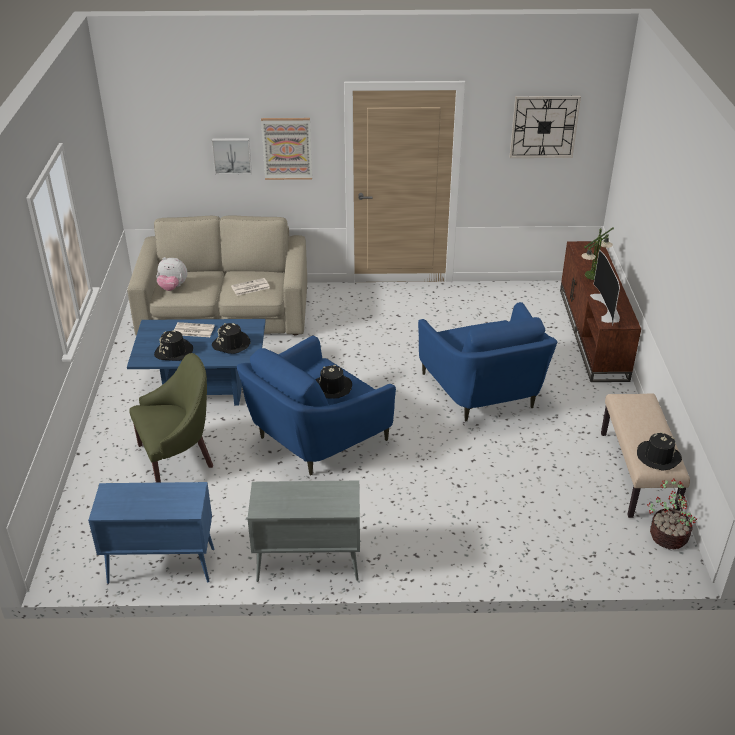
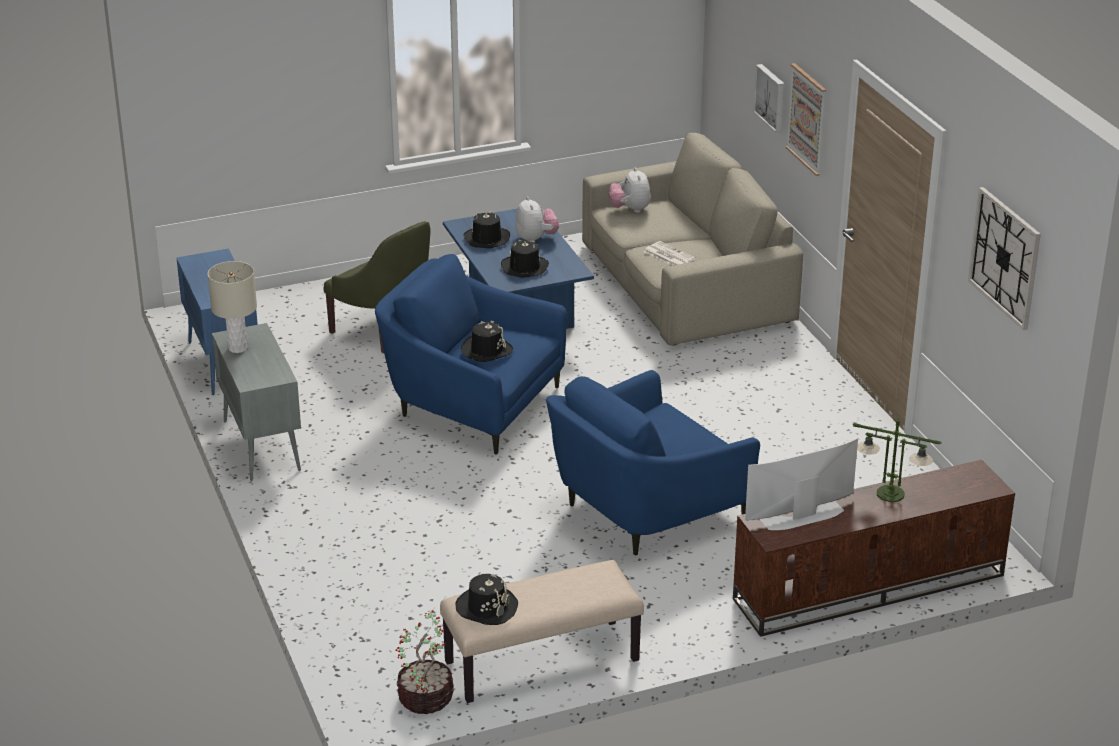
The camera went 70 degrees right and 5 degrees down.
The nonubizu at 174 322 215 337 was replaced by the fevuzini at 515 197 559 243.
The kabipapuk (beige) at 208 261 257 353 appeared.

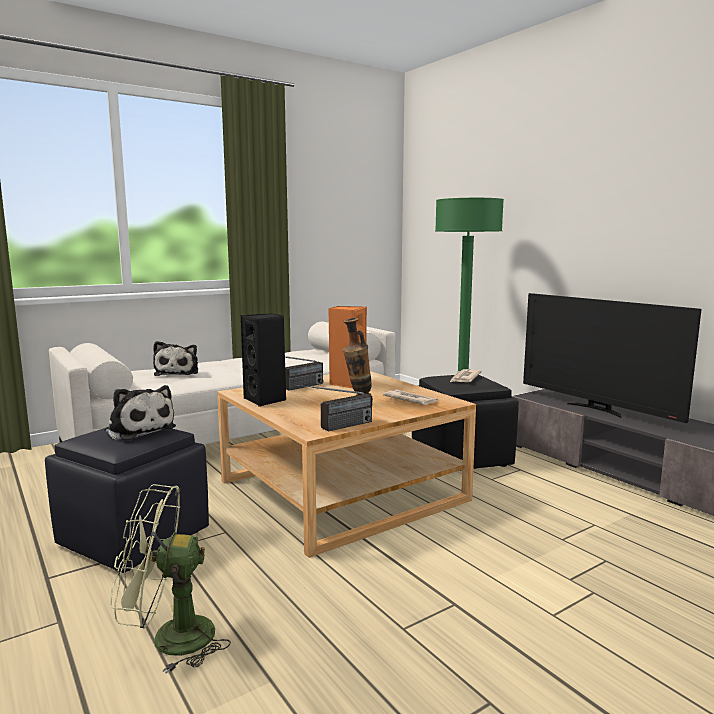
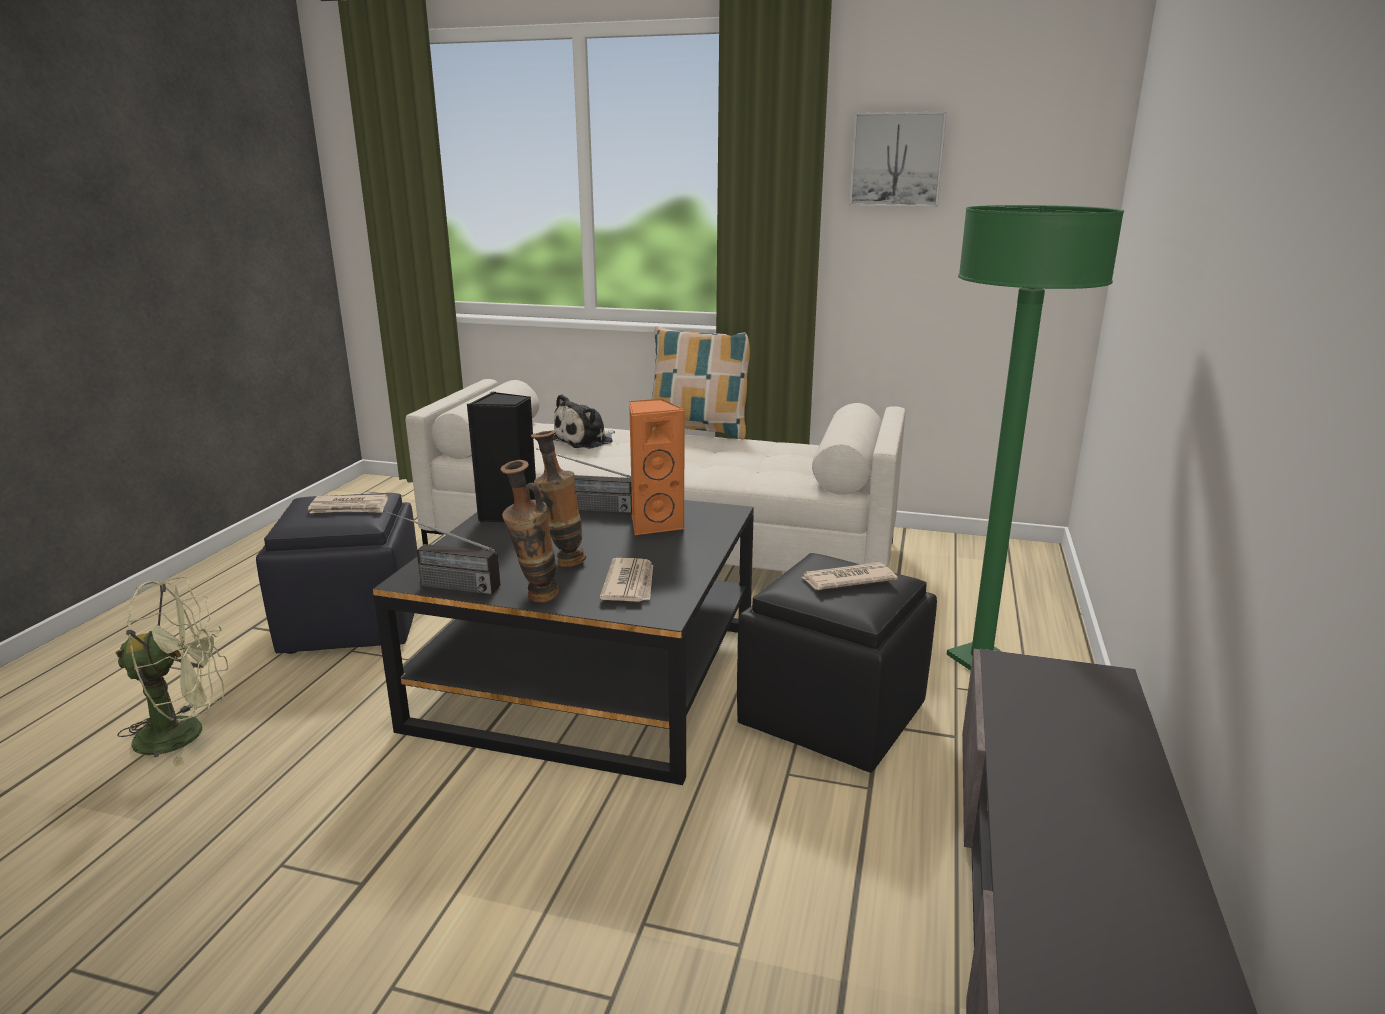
The camera went 50 degrees right and 10 degrees up.
The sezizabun at 523 293 702 423 disappeared.
The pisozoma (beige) at 217 371 476 558 became the pisozoma (black) at 373 500 754 785.
The fevuzini at 105 385 176 441 was replaced by the nonubizu at 308 494 388 513.
The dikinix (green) at 111 484 231 674 turned 120 degrees clockwise.
The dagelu at 850 112 947 207 appeared.
The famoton at 652 326 750 439 appeared.
The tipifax at 500 460 559 603 appeared.

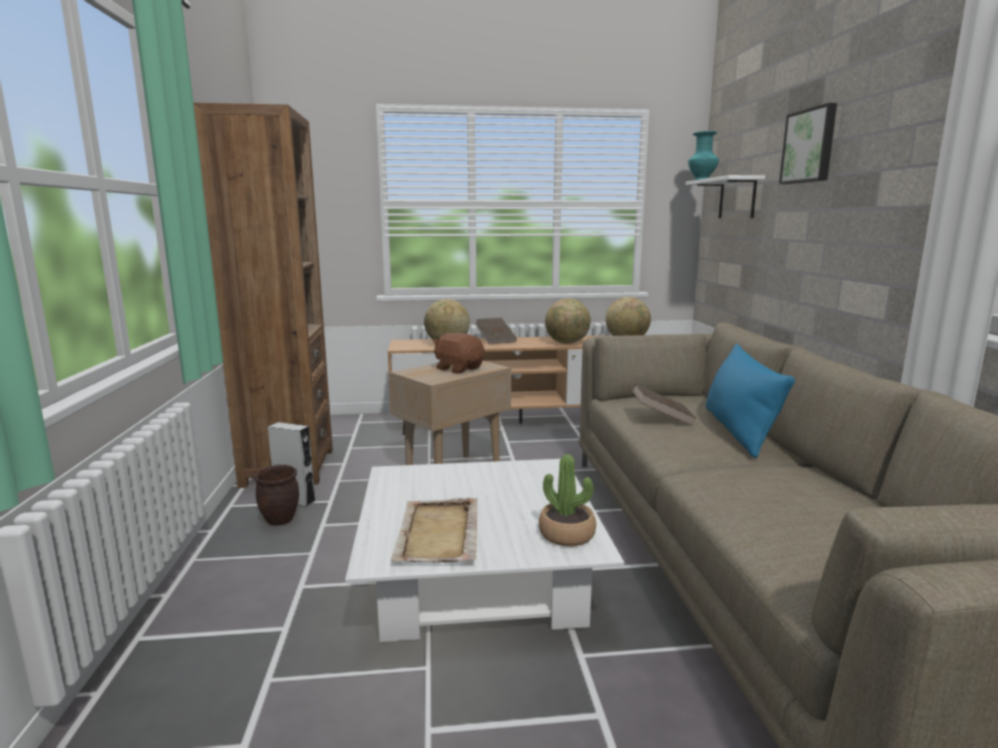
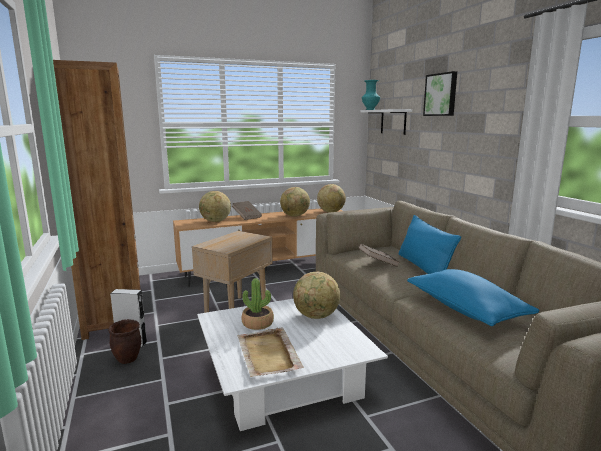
The camera went 15 degrees left and 0 degrees up.
The fevuzini (brown) at 433 333 484 374 disappeared.
The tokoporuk moved from 539 454 596 546 to 241 278 274 330.
The famoton (blue) at 407 269 540 326 appeared.
The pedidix at 293 272 340 319 appeared.

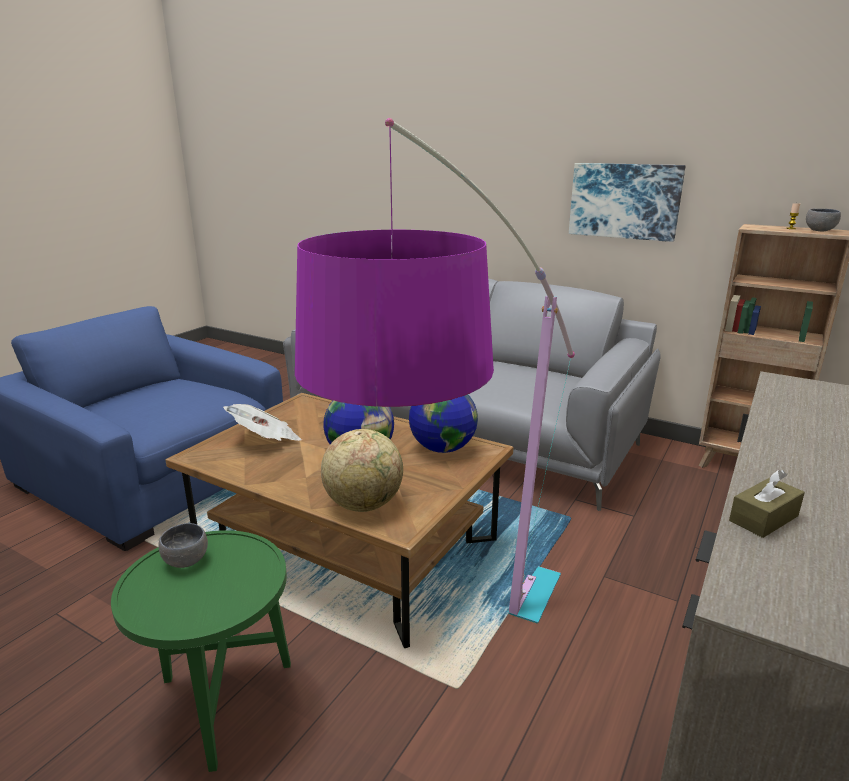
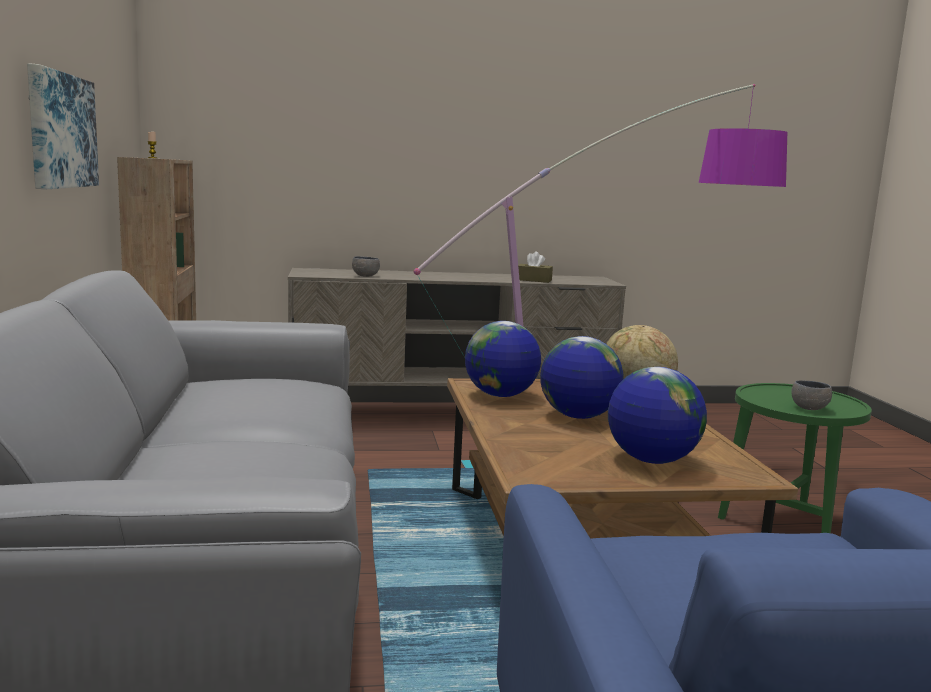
The camera went 130 degrees left and 10 degrees down.
The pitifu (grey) moved from 806 209 841 231 to 352 256 380 277.
The nonubizu at 223 404 302 441 was replaced by the pedidix at 608 367 707 464.

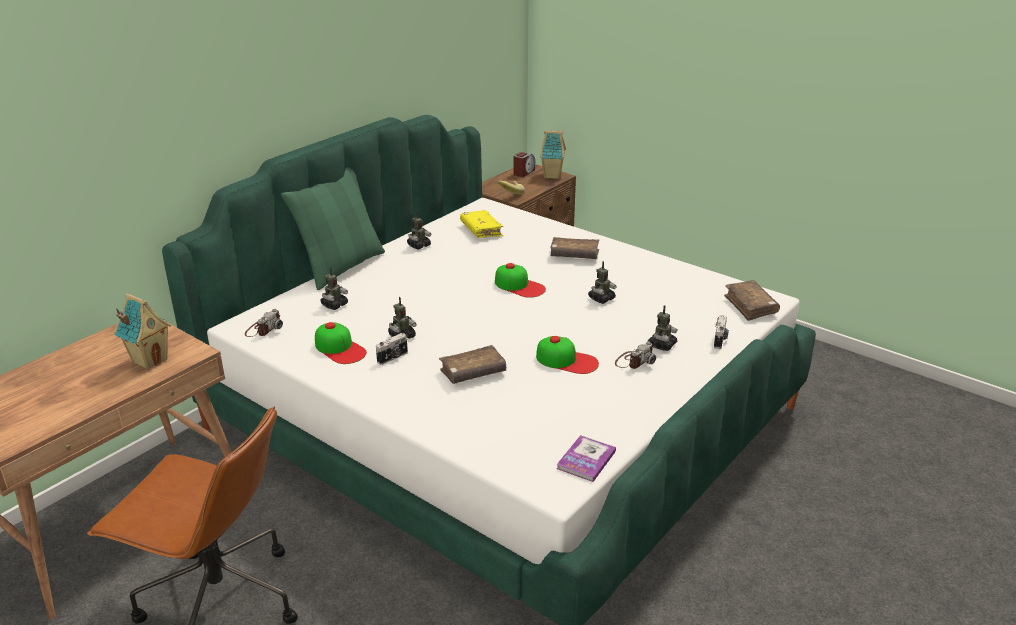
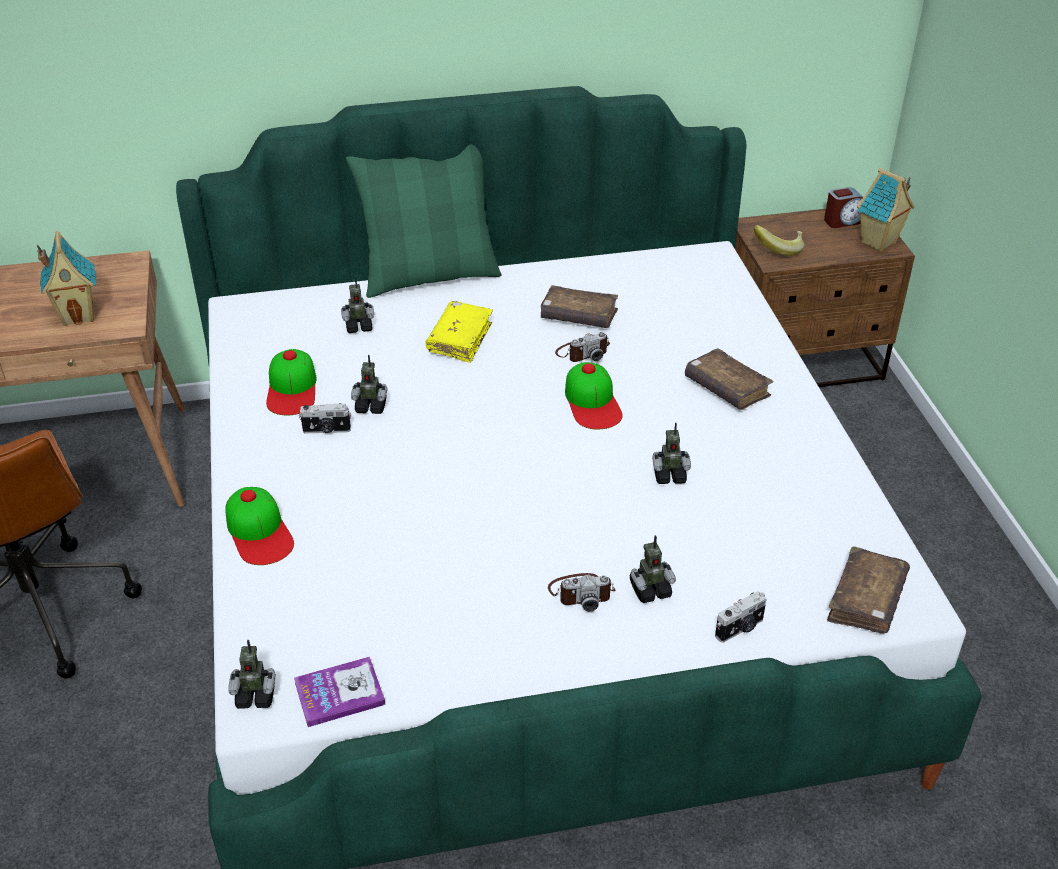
The camera went 40 degrees right and 10 degrees up.
The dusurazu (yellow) moved from 460 210 504 238 to 426 301 493 363.
The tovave moved from 407 211 431 250 to 228 640 276 709.
The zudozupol moved from 245 309 283 337 to 555 332 610 362.
The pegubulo moved from 536 336 599 374 to 225 487 294 565.
The dusurazu (brown) moved from 439 345 506 384 to 541 285 618 328.

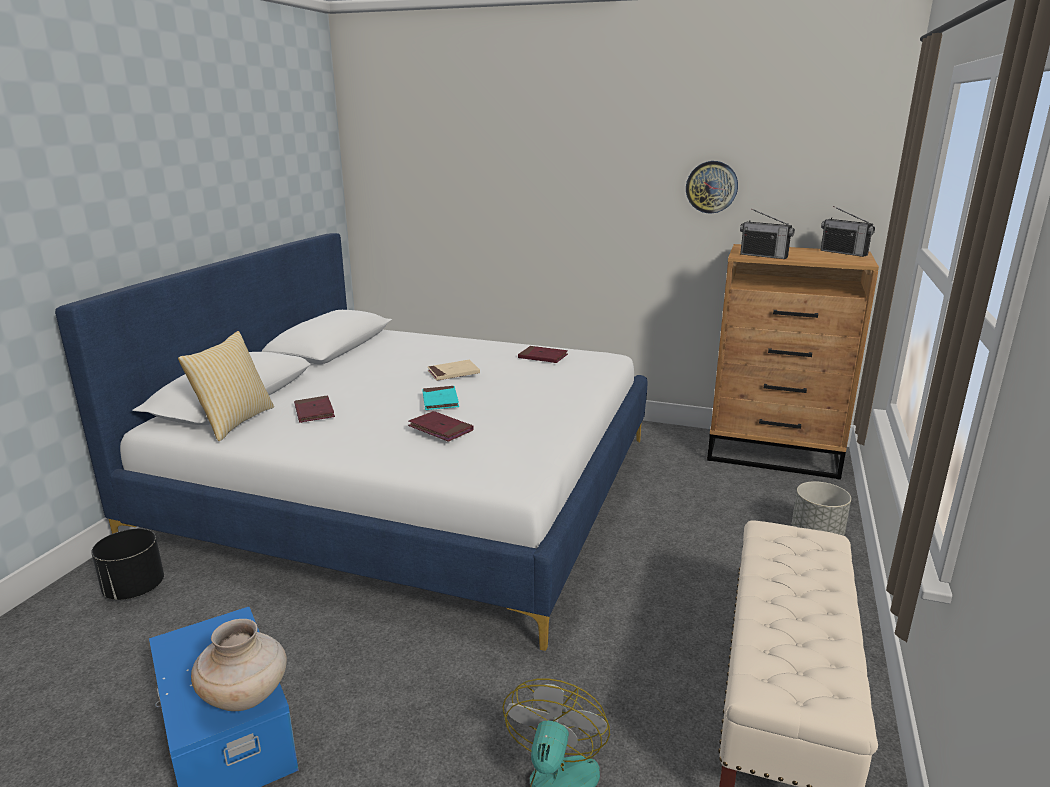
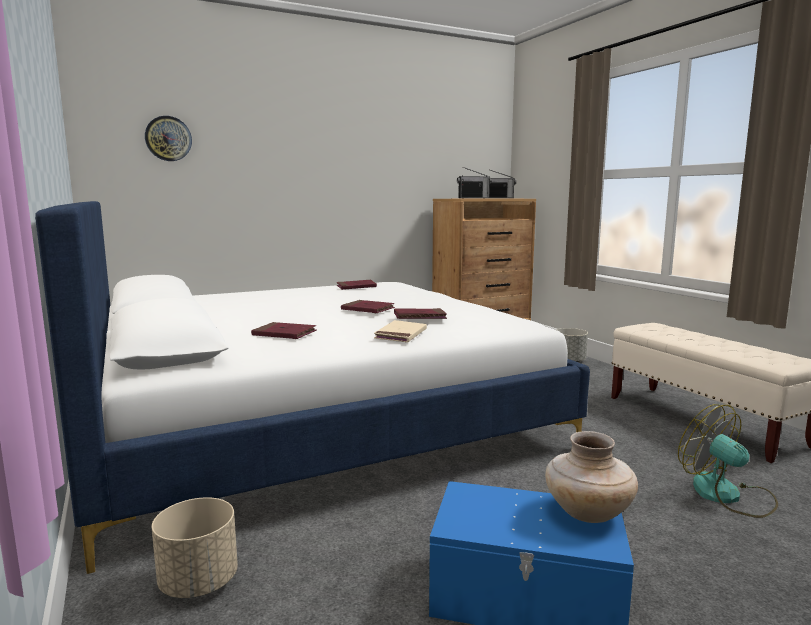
The camera went 45 degrees left and 10 degrees down.
The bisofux moved from 686 161 738 214 to 145 116 192 161.
The famoton at 178 331 274 441 disappeared.
The dusurazu (beige) moved from 428 360 480 381 to 374 320 427 343.
The dusurazu (turquoise) at 422 386 459 410 became the dusurazu (red) at 341 300 395 313.
The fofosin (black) at 91 529 164 600 became the fofosin (beige) at 152 497 238 598.

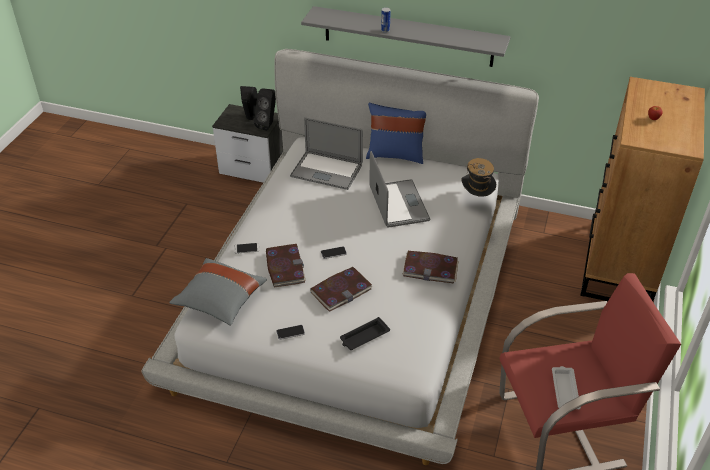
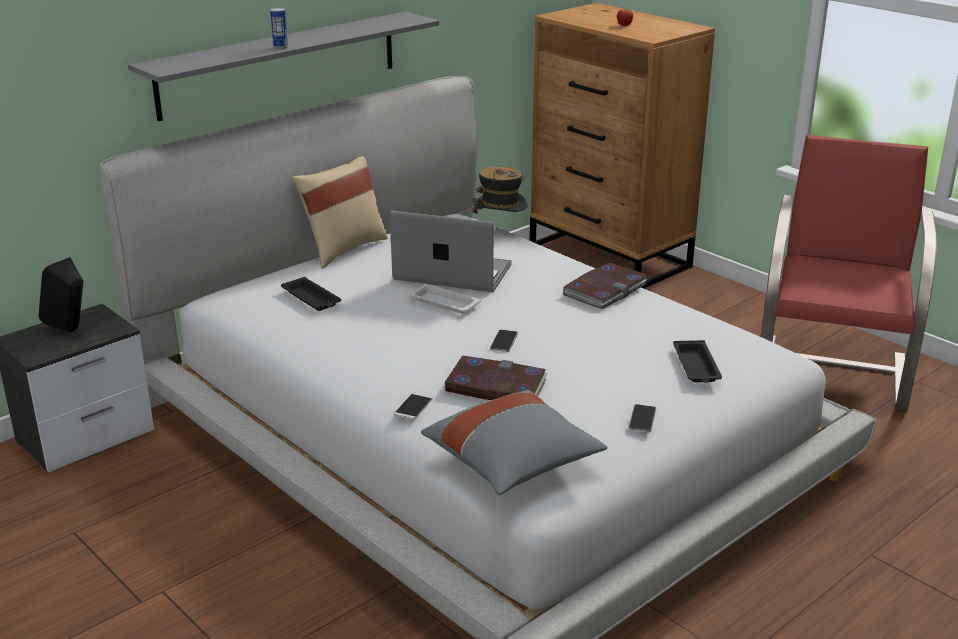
The camera went 60 degrees left and 15 degrees down.
The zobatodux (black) at 254 88 276 131 disappeared.
The famoton (blue) at 366 103 426 164 became the famoton (beige) at 291 156 388 268.
The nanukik at 290 117 363 190 was replaced by the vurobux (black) at 281 277 341 311.
The dusurazu at 310 267 373 312 disappeared.
The vurobux (white) moved from 552 366 581 409 to 410 284 481 314.

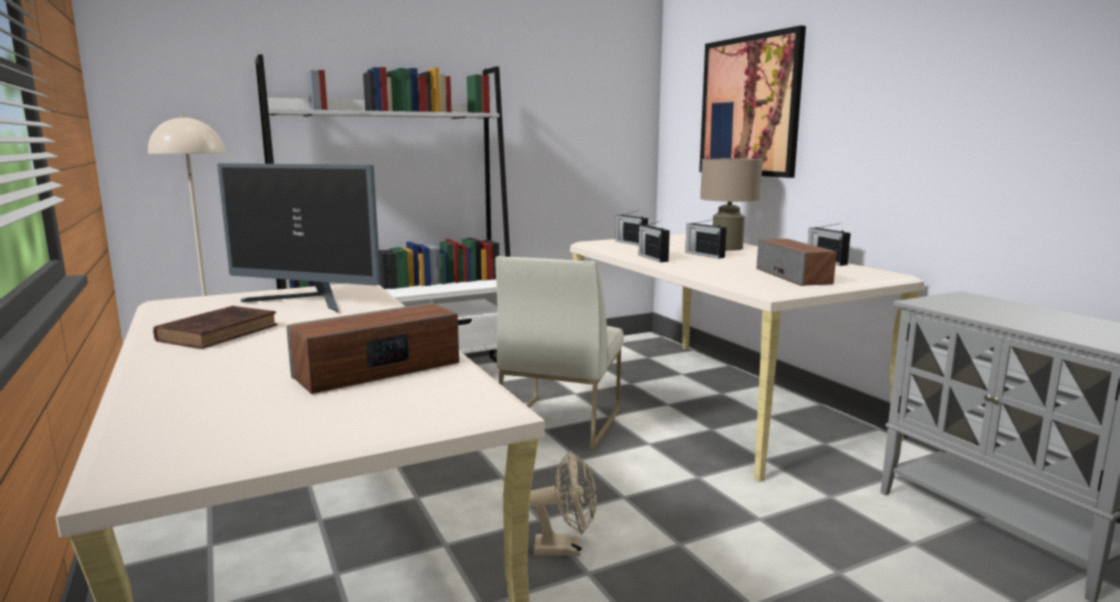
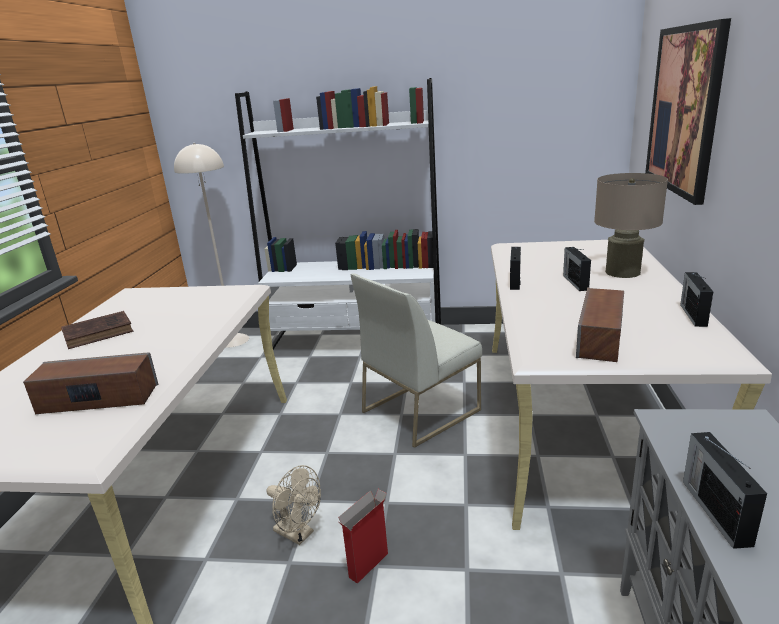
The camera went 35 degrees right and 10 degrees up.
The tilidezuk at 217 163 381 313 disappeared.
The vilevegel moved from 615 210 648 246 to 683 432 767 549.
The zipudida at 338 489 388 584 appeared.

